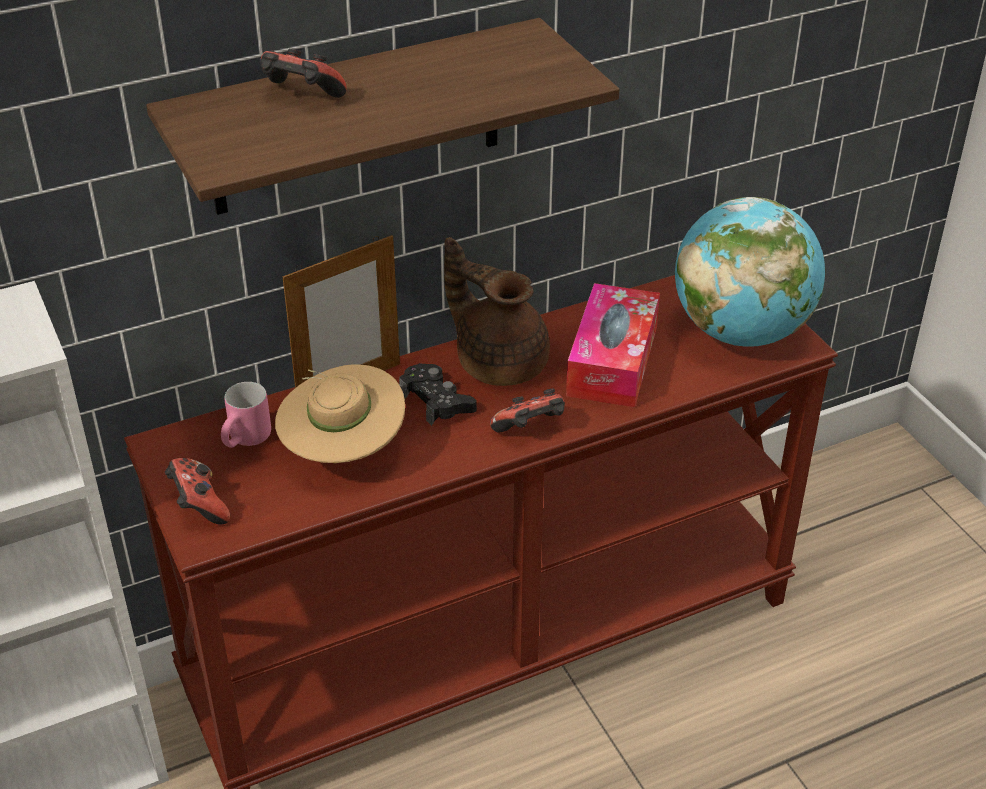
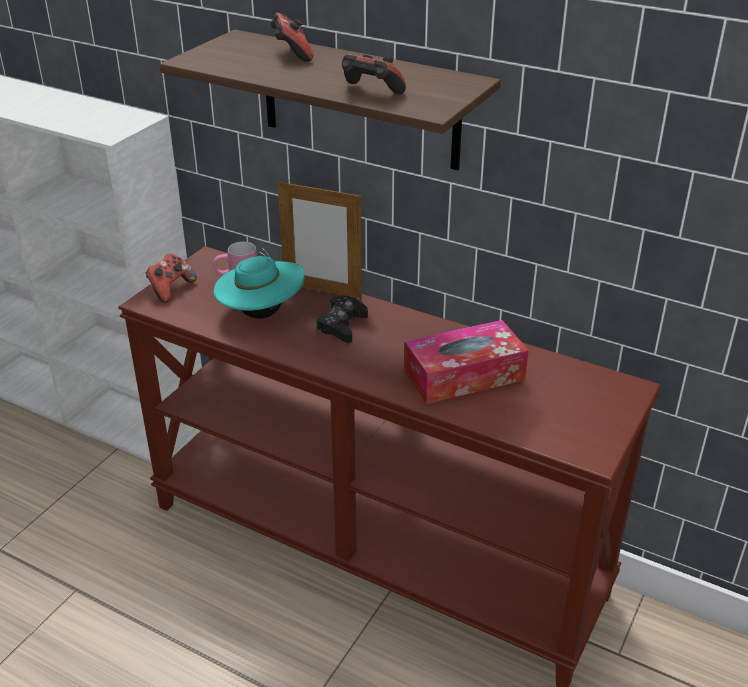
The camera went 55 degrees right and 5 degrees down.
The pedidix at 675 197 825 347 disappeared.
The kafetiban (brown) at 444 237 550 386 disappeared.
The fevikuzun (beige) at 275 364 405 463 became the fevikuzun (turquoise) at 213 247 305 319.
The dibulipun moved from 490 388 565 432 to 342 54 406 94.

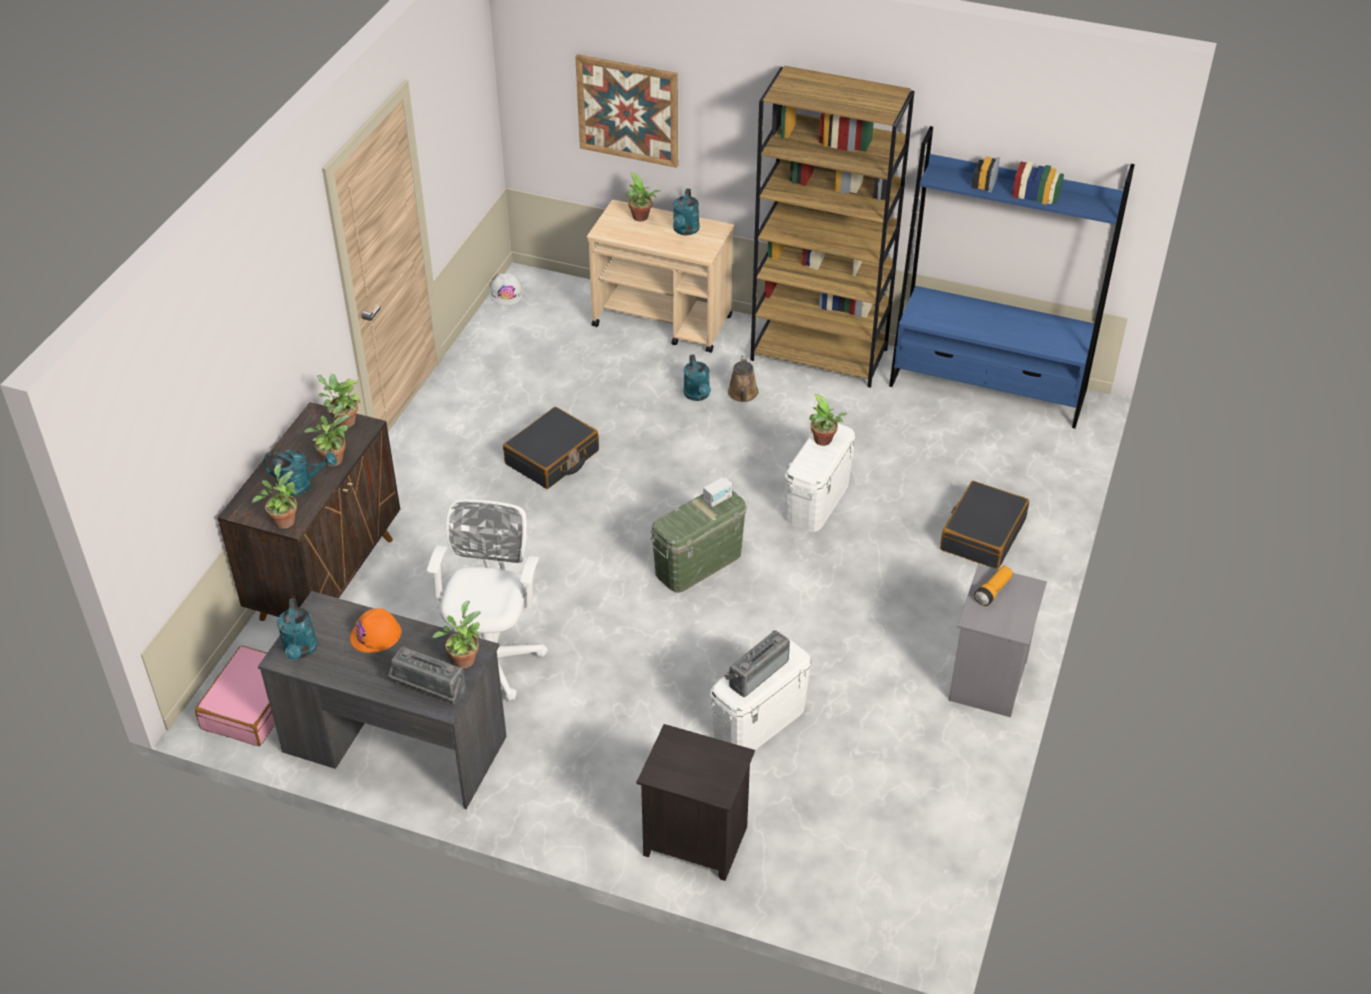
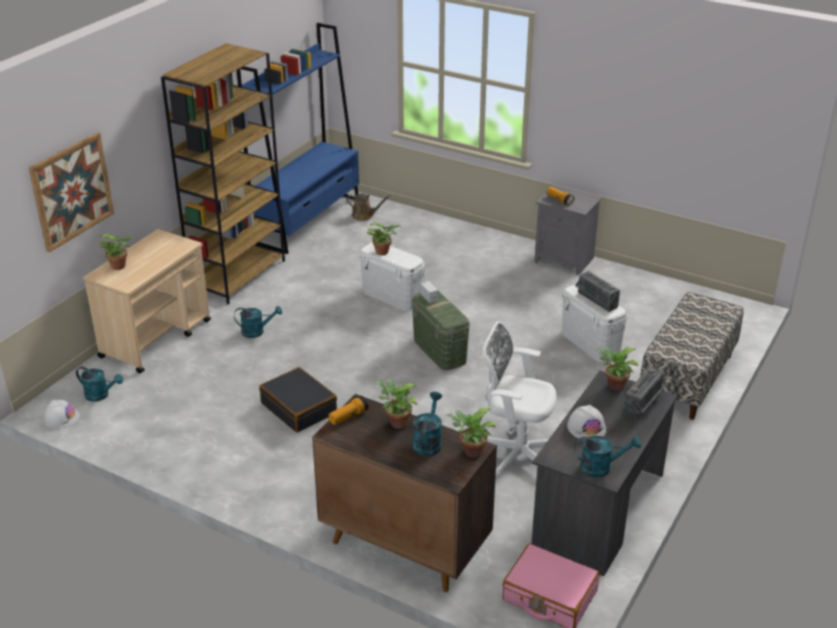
The camera went 80 degrees left and 10 degrees down.
The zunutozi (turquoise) moved from 673 188 700 235 to 76 367 123 402.
The zunutozi (brown) moved from 728 355 759 402 to 346 193 391 221.
The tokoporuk at 317 374 361 427 was replaced by the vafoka at 328 396 369 425.
The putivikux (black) at 940 481 1029 569 disappeared.
The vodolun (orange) at 350 608 401 653 became the vodolun (white) at 567 405 606 438.
The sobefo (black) at 637 724 755 881 was replaced by the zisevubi at 640 292 744 420.

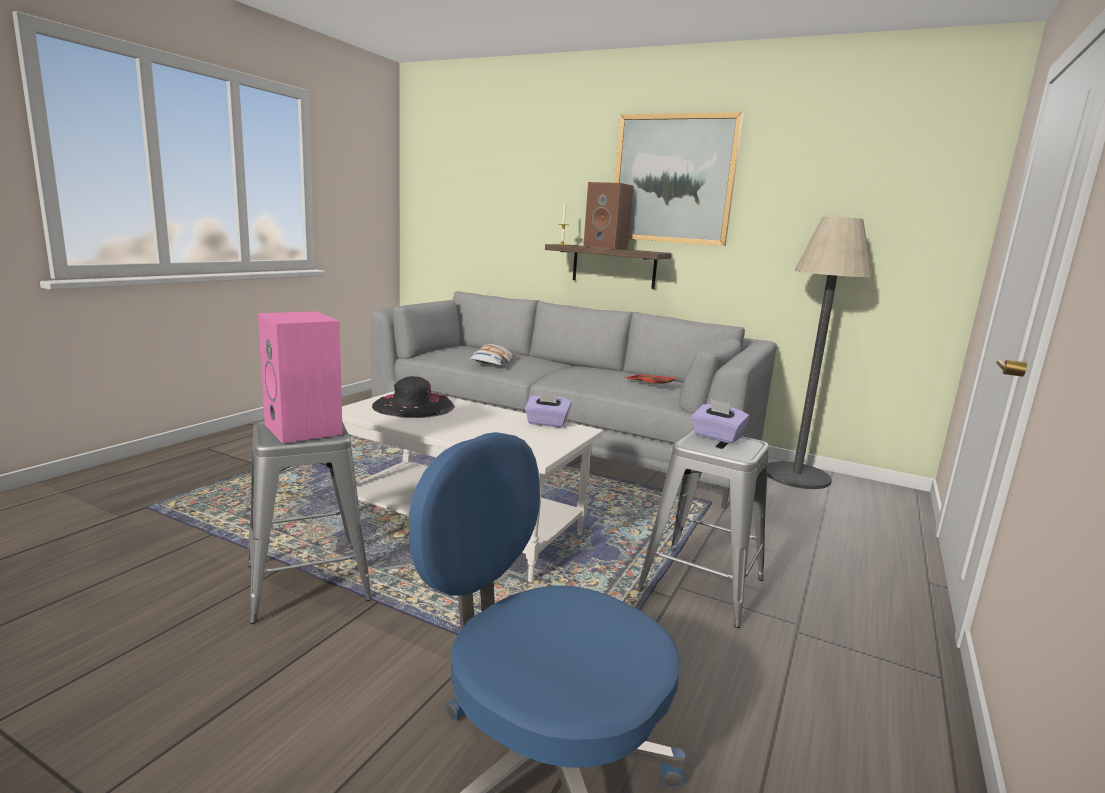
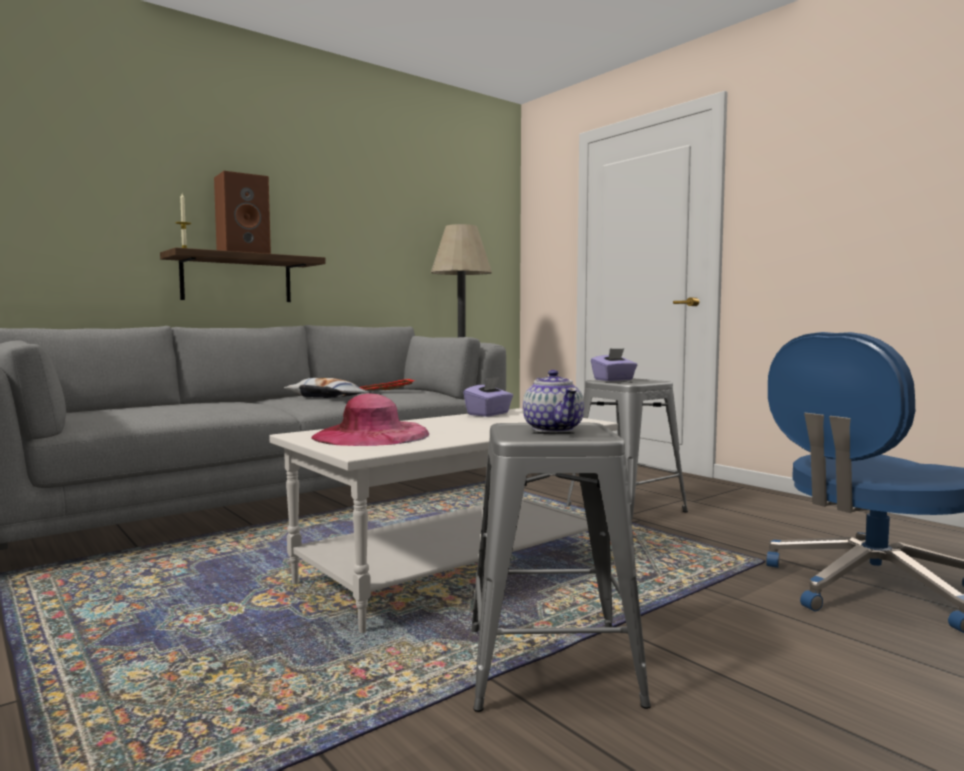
The camera went 65 degrees left and 10 degrees down.
The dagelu at 615 112 743 246 disappeared.
The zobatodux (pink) at 258 311 343 443 was replaced by the kafetiban at 523 370 584 432.
The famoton moved from 469 344 517 366 to 284 378 371 398.
The fevikuzun (black) at 372 376 455 418 became the fevikuzun (pink) at 312 393 429 446.

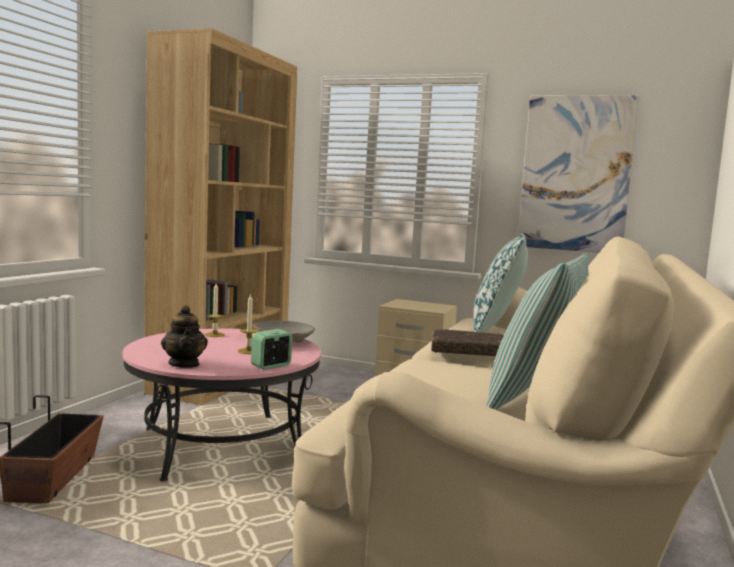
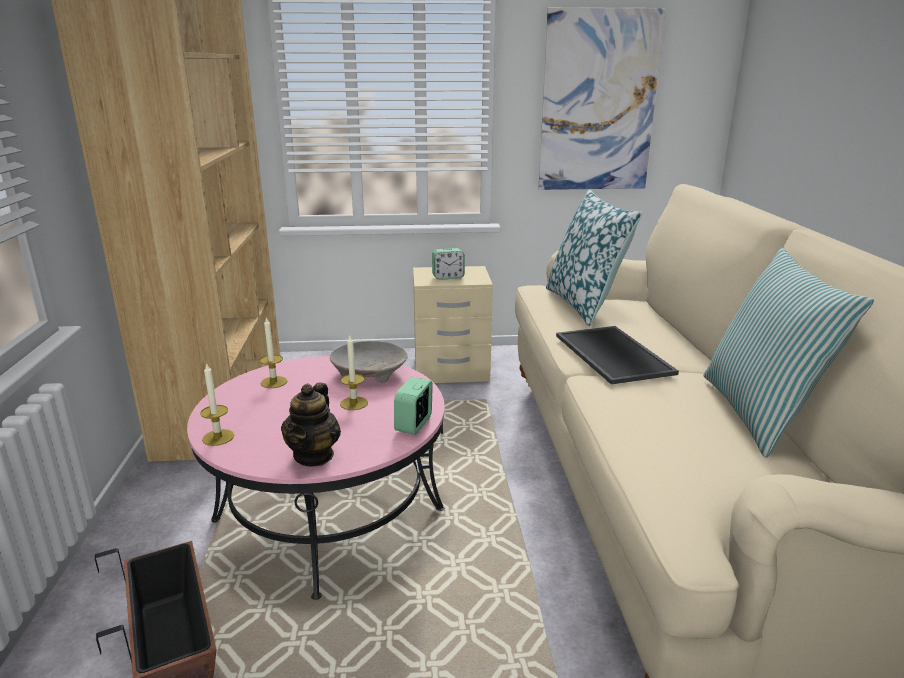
The camera went 25 degrees left and 15 degrees up.
The kafetiban at 161 305 208 368 turned 60 degrees clockwise.
The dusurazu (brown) at 431 329 503 356 was replaced by the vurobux at 556 326 679 384.
The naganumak at 432 248 465 280 appeared.
The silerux at 200 363 234 446 appeared.

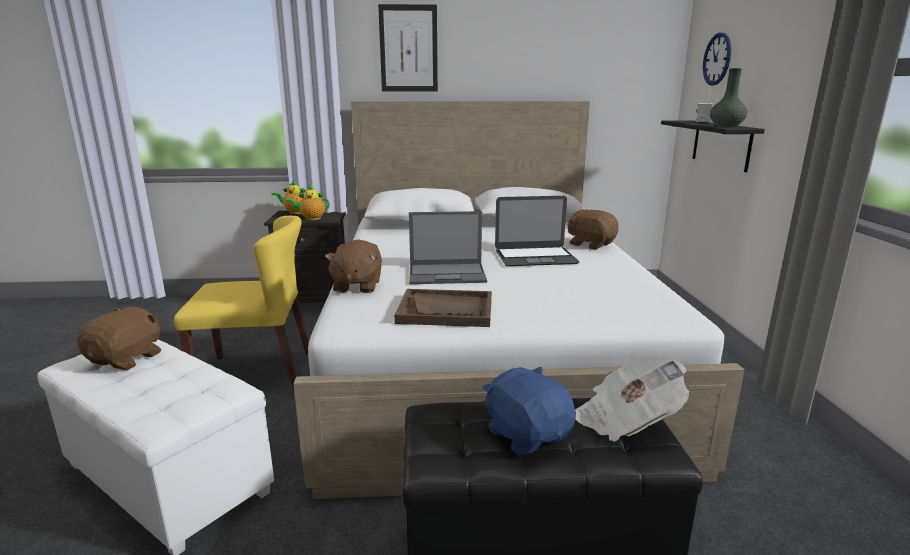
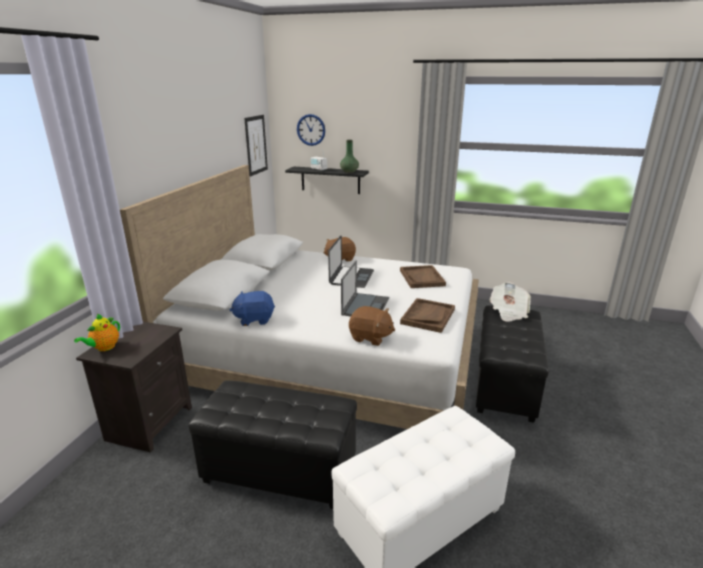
The camera went 70 degrees left and 5 degrees up.
The dagelu moved from 378 4 438 92 to 244 115 268 177.
The kafetiban at 286 184 330 220 disappeared.
The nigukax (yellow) at 174 216 309 391 was replaced by the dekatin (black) at 189 380 357 509.
The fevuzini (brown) at 77 307 161 370 disappeared.
The fevuzini (blue) moved from 483 366 576 455 to 229 291 275 326.
The vurobux (brown) at 400 265 446 288 appeared.

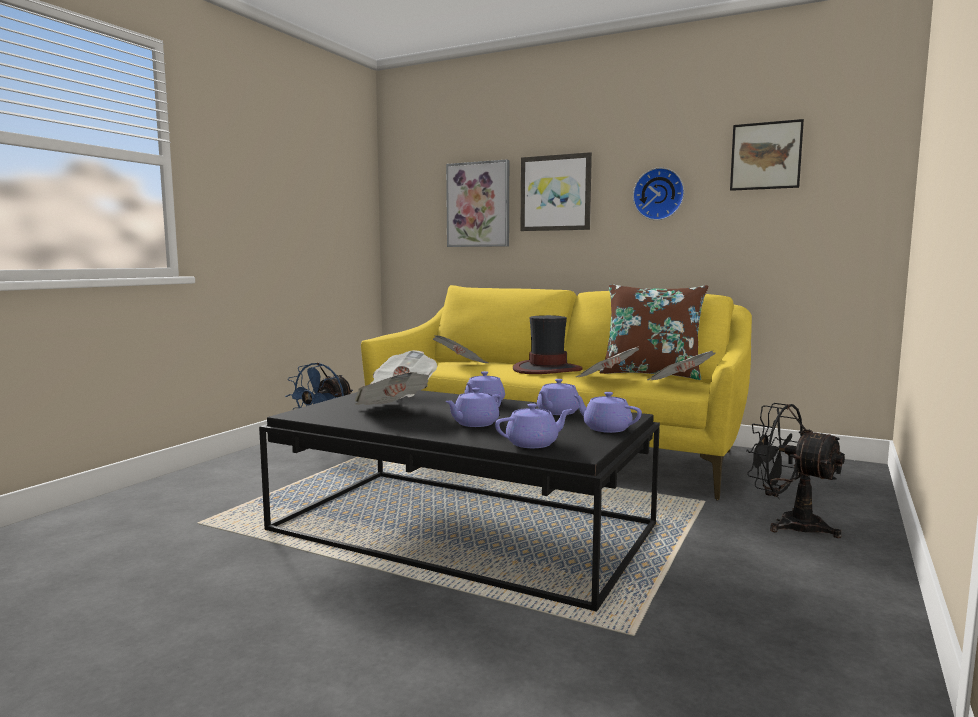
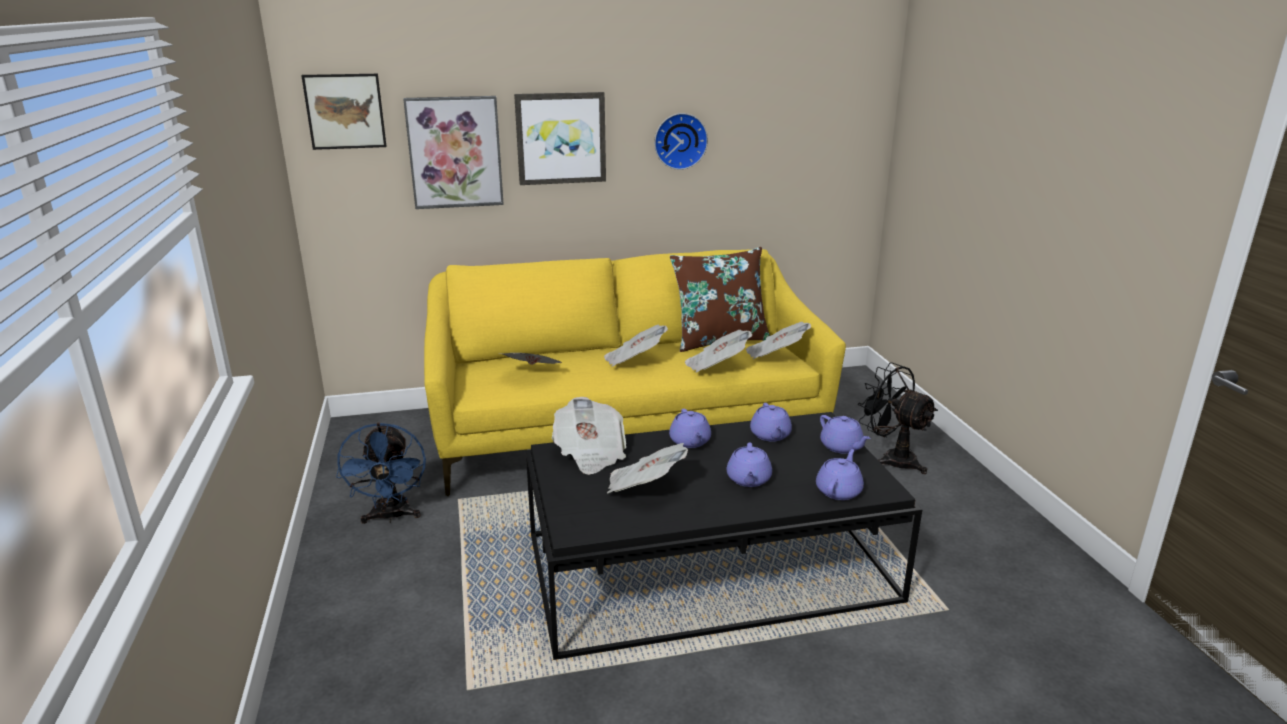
The camera went 40 degrees left and 15 degrees up.
The dagelu moved from 730 119 804 191 to 301 74 387 150.
The fevikuzun at 513 315 583 374 was replaced by the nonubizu at 604 325 668 367.
The kafetiban (purple) at 573 392 642 433 turned 120 degrees counterclockwise.
The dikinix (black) at 746 403 845 538 turned 45 degrees clockwise.

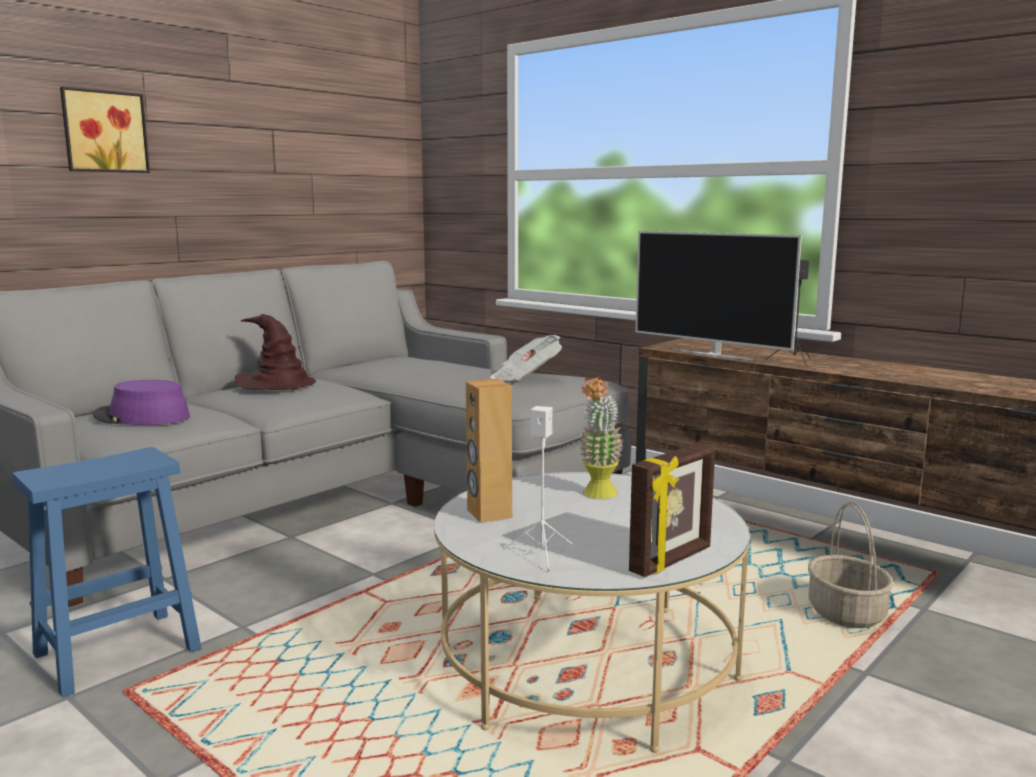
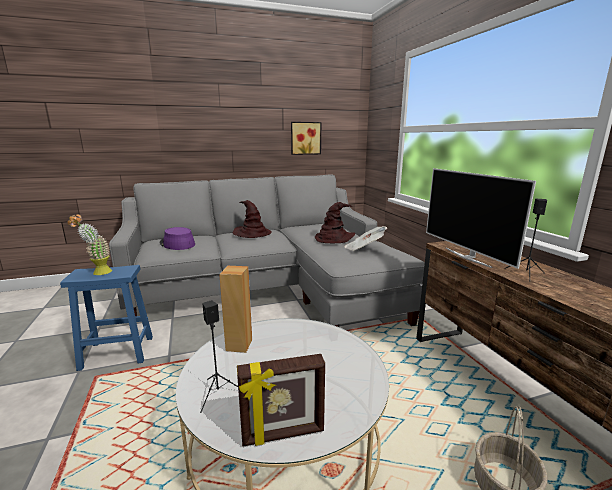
The camera went 30 degrees right and 5 degrees up.
The dagelu moved from 60 87 150 173 to 291 122 321 155.
The tokoporuk moved from 579 376 623 499 to 68 215 112 275.
The zobatodux (white) at 504 406 574 573 became the zobatodux (black) at 200 300 238 413.
The fevikuzun (brown) at 315 202 355 243 appeared.

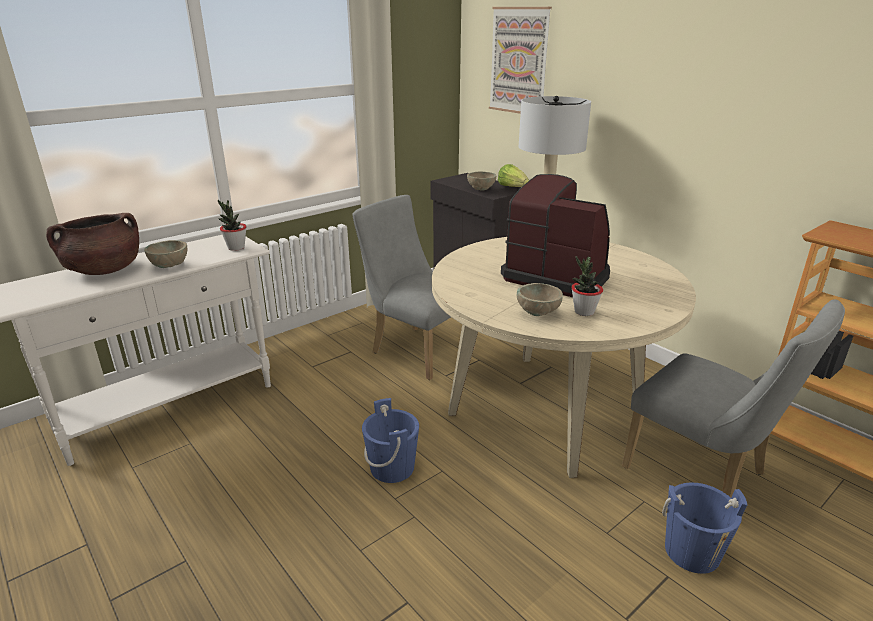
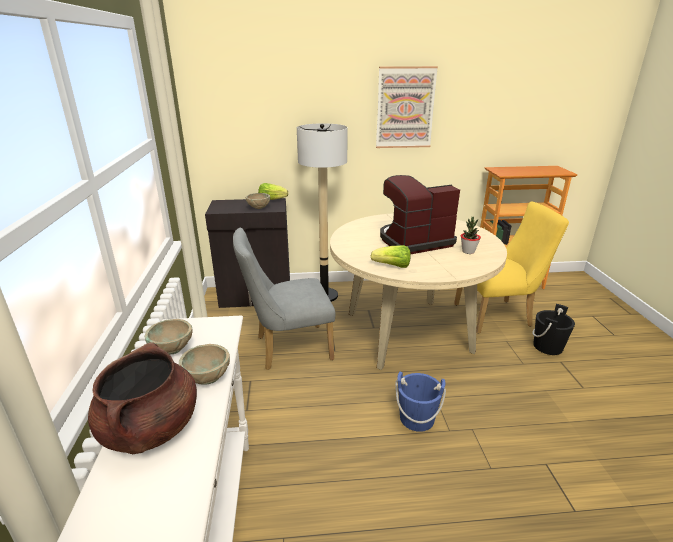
The camera went 55 degrees left and 0 degrees up.
The dagelu moved from 489 7 552 114 to 376 66 438 148.
The tokoporuk at 218 200 247 251 disappeared.
The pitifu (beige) moved from 517 283 563 316 to 145 319 193 354.
The nigukax (grey) at 622 299 845 497 became the nigukax (yellow) at 454 202 569 334.
The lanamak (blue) at 662 483 747 574 became the lanamak (black) at 532 304 575 355.
The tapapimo at 371 245 411 268 appeared.

